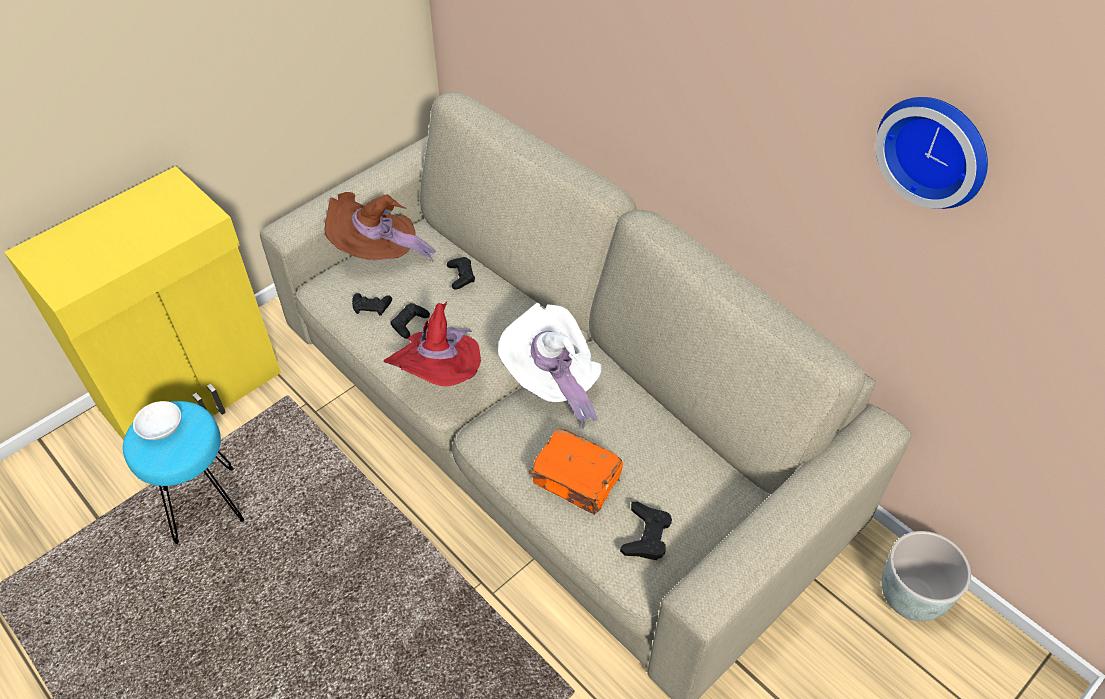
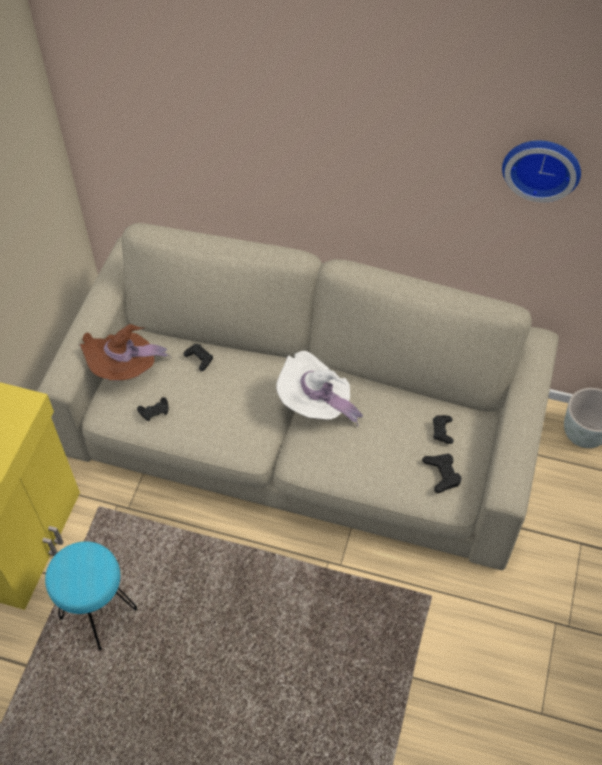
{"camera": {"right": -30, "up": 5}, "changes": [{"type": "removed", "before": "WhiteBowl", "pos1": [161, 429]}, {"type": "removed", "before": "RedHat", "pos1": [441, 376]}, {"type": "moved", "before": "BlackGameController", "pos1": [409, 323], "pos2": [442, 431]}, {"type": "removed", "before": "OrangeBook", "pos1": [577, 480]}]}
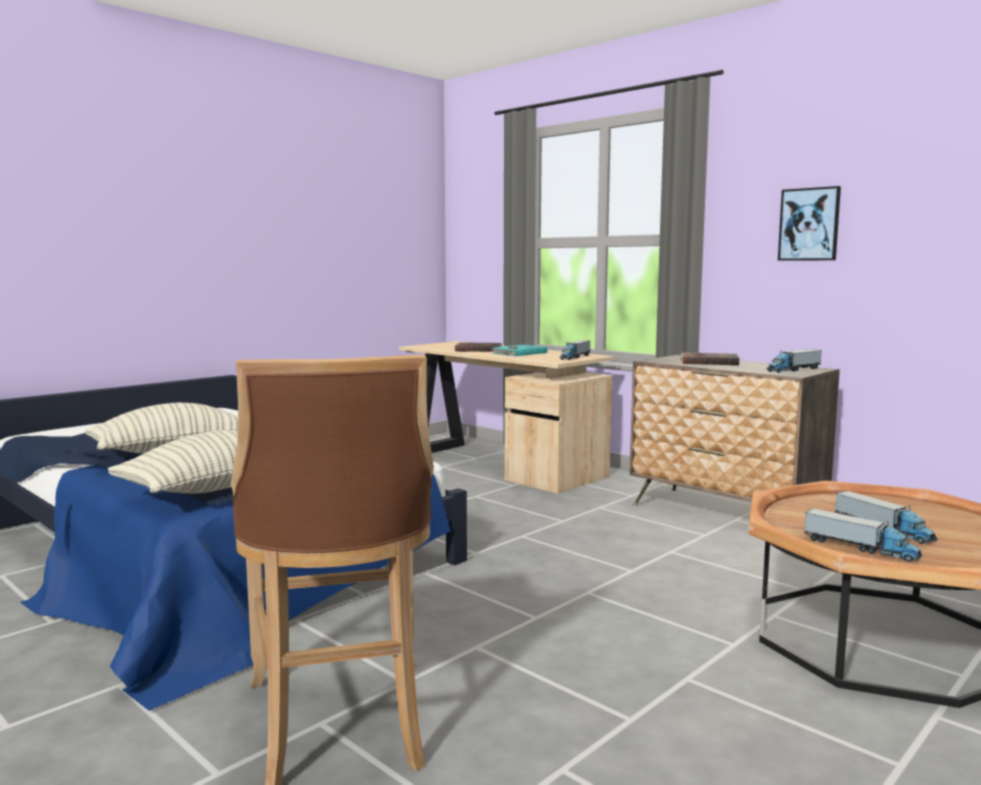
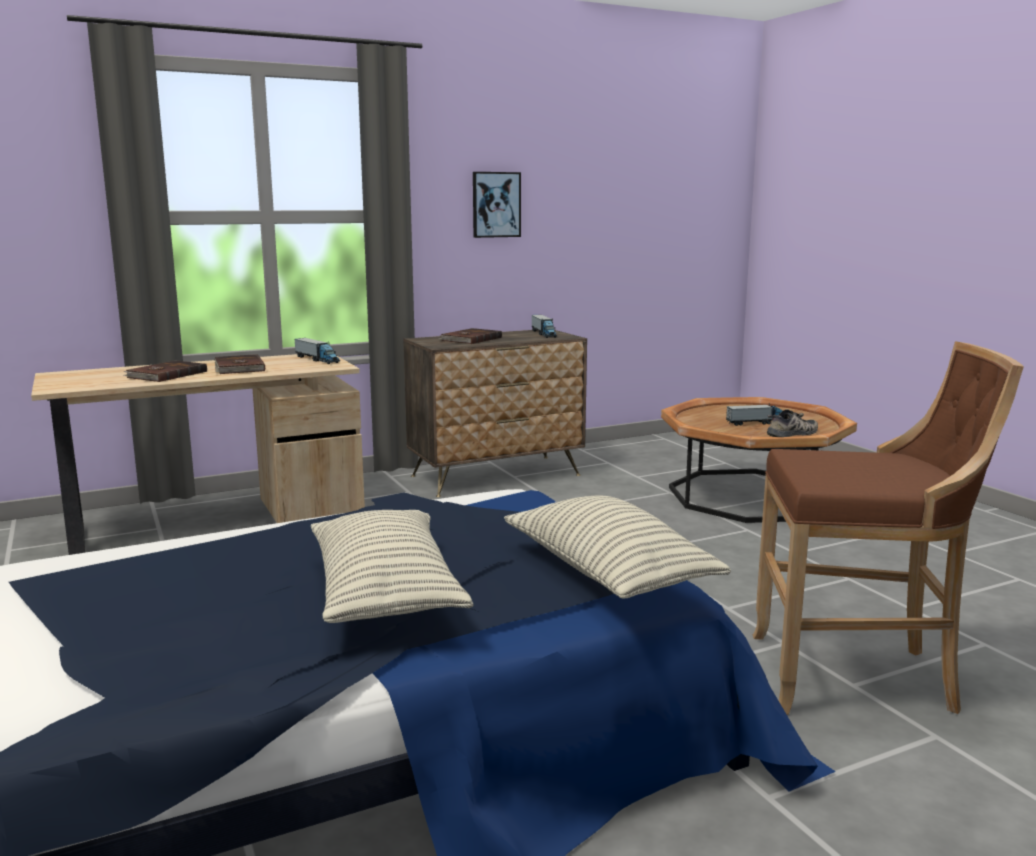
{"camera": {"right": -70, "up": 5}, "changes": [{"type": "recoloured", "before": "TurquoiseBook", "after": "BrownBook", "pos1": [518, 353], "pos2": [238, 368]}, {"type": "replaced", "before": "ToyTruck", "after": "Shoe", "pos1": [860, 548], "pos2": [793, 433]}]}
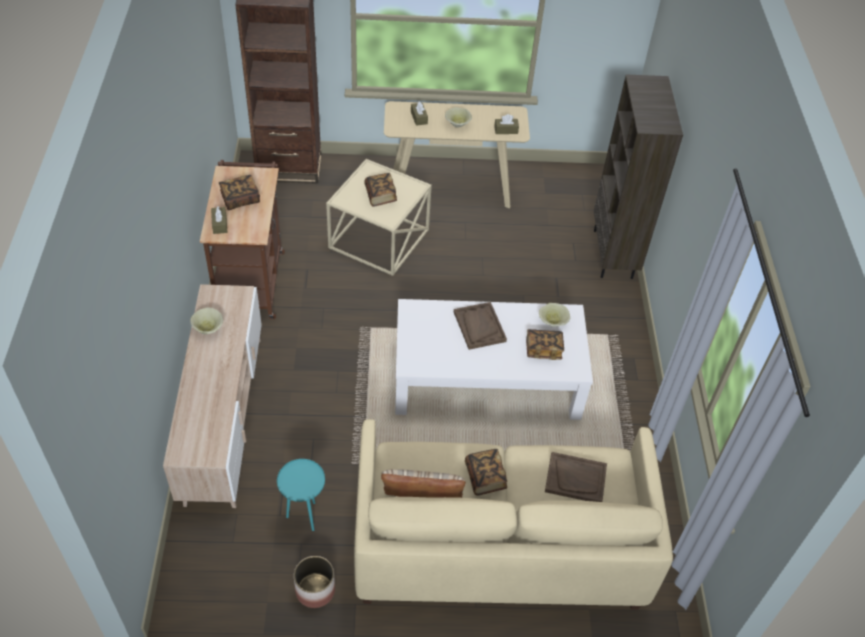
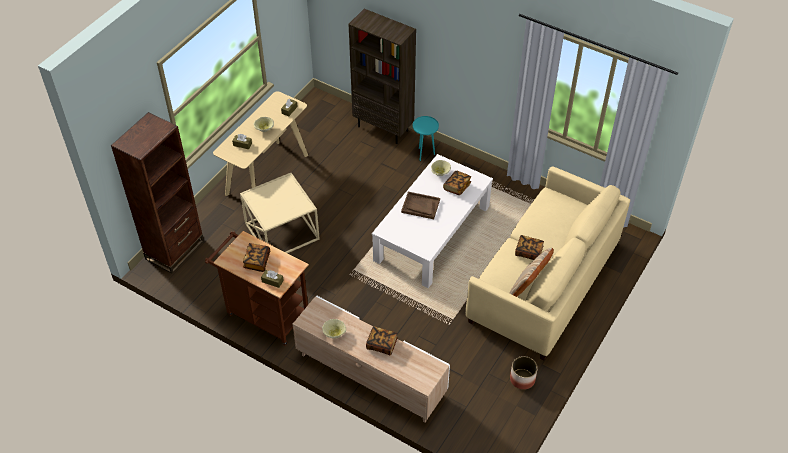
{"camera": {"right": -55, "up": 0}, "changes": [{"type": "moved", "before": "TurquoiseSideTable", "pos1": [304, 516], "pos2": [424, 154]}, {"type": "moved", "before": "Book", "pos1": [380, 196], "pos2": [382, 345]}, {"type": "removed", "before": "BrownTray", "pos1": [575, 478]}]}
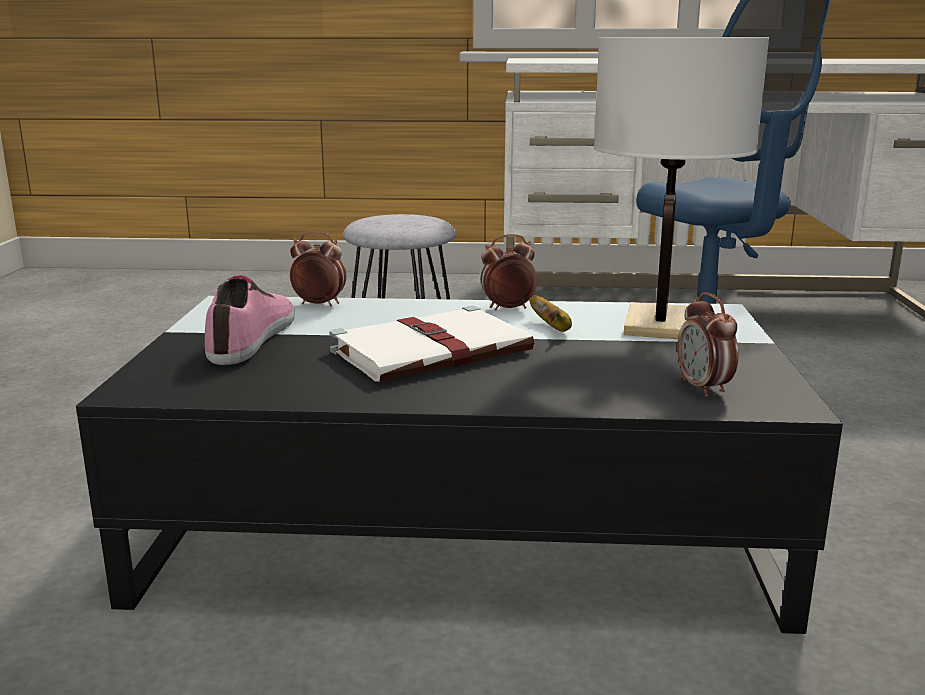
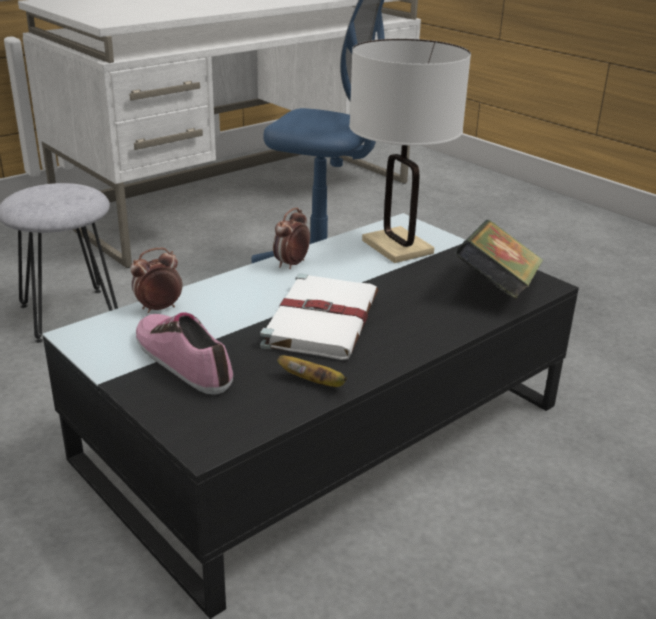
{"camera": {"right": -45, "up": 10}, "changes": [{"type": "moved", "before": "Banana", "pos1": [552, 328], "pos2": [315, 383]}, {"type": "replaced", "before": "AlarmClock", "after": "Book", "pos1": [704, 388], "pos2": [496, 289]}]}
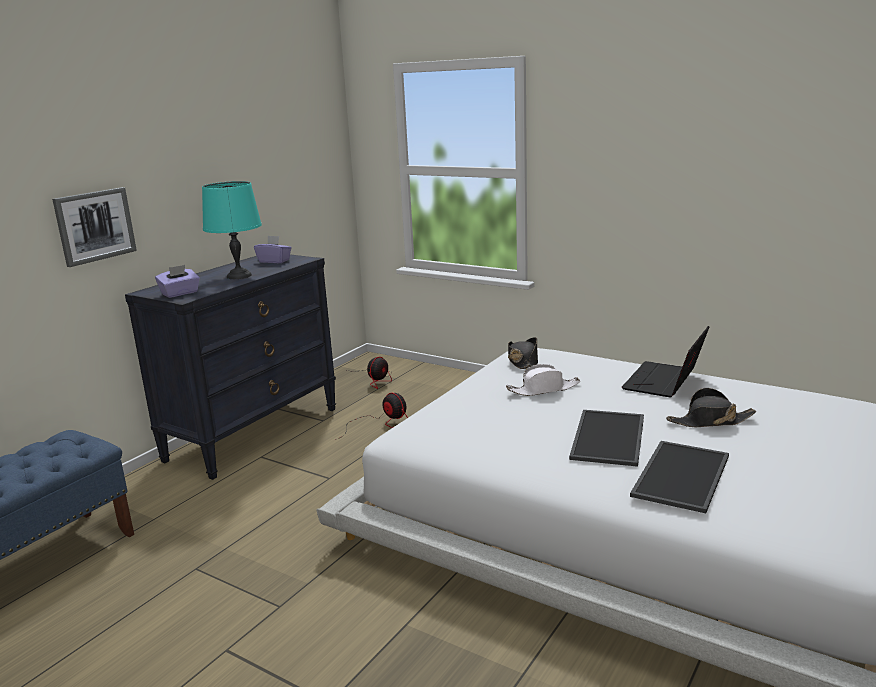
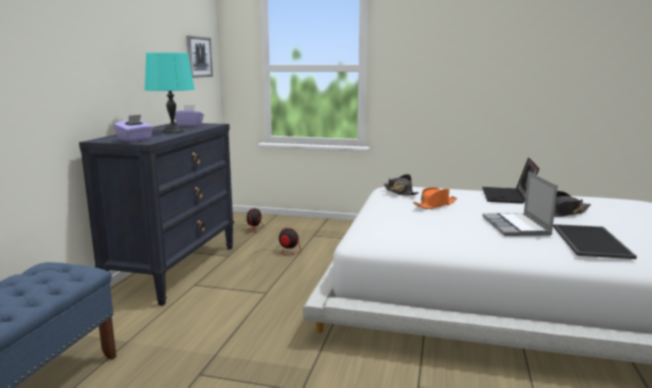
{"camera": {"right": -20, "up": -5}, "changes": [{"type": "moved", "before": "Picture", "pos1": [95, 226], "pos2": [198, 57]}, {"type": "recoloured", "before": "WhiteHat", "after": "OrangeHat", "pos1": [543, 389], "pos2": [435, 205]}, {"type": "replaced", "before": "Tray", "after": "Laptop", "pos1": [610, 438], "pos2": [517, 226]}]}
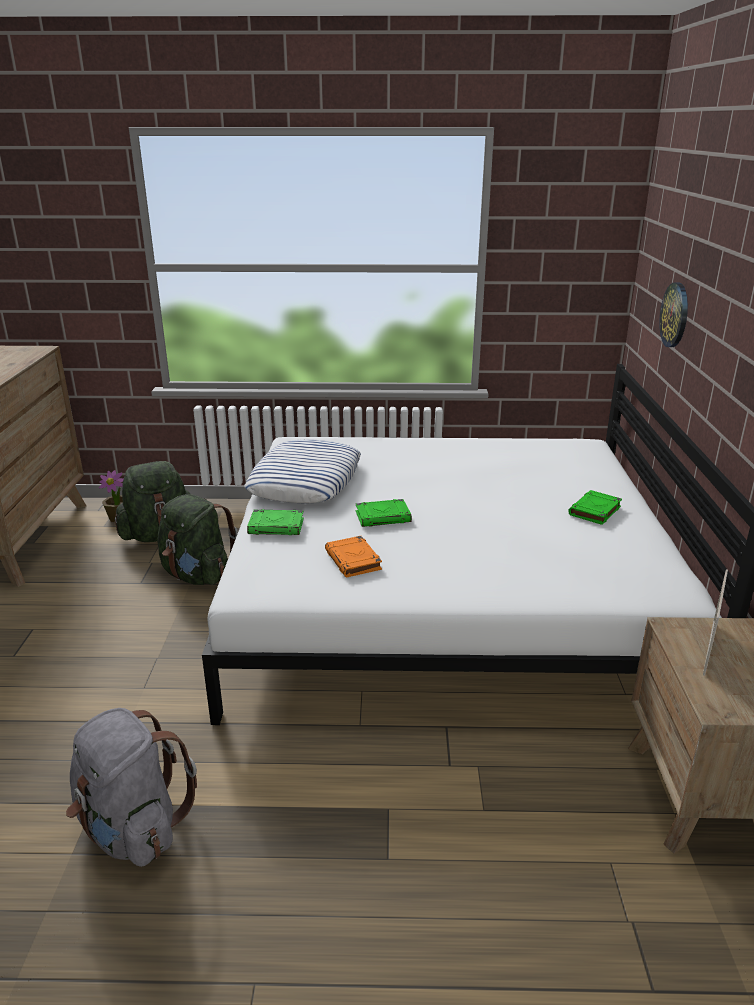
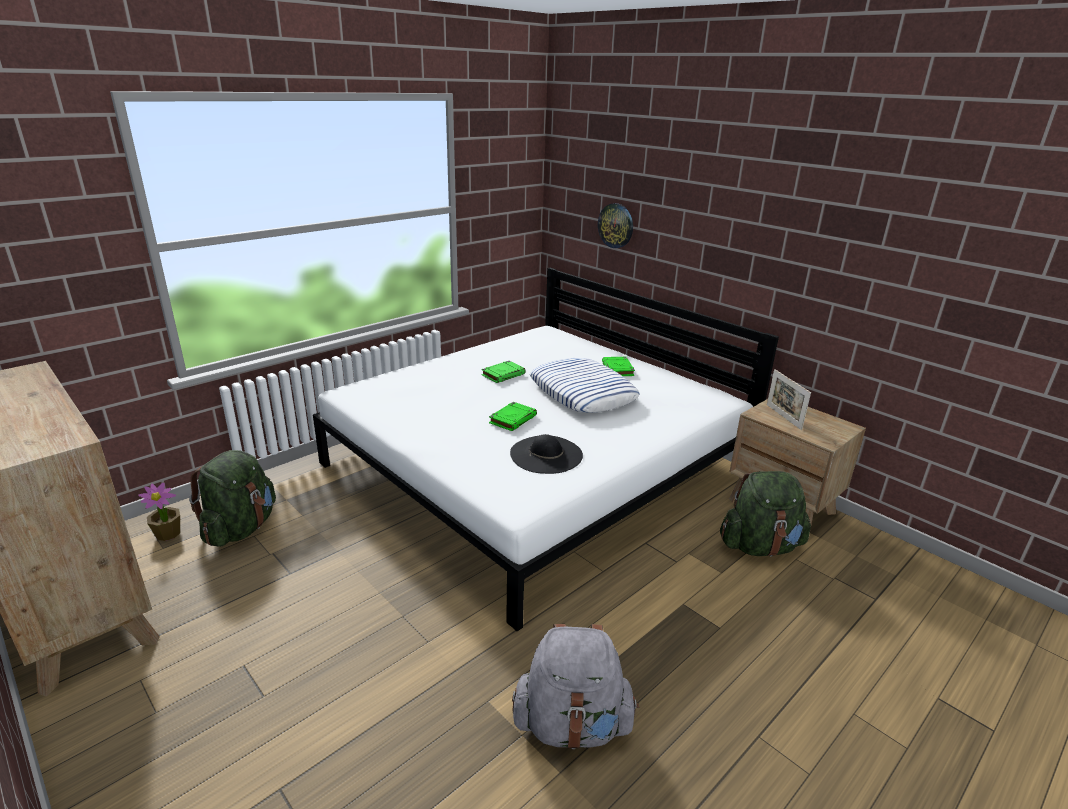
{"camera": {"right": -45, "up": 0}, "changes": [{"type": "moved", "before": "GreenBackpack", "pos1": [197, 575], "pos2": [760, 546]}, {"type": "moved", "before": "Pillow", "pos1": [305, 481], "pos2": [582, 393]}, {"type": "moved", "before": "GreenBook", "pos1": [277, 526], "pos2": [503, 374]}, {"type": "replaced", "before": "OrangeBook", "after": "BlackHat", "pos1": [353, 561], "pos2": [546, 454]}]}
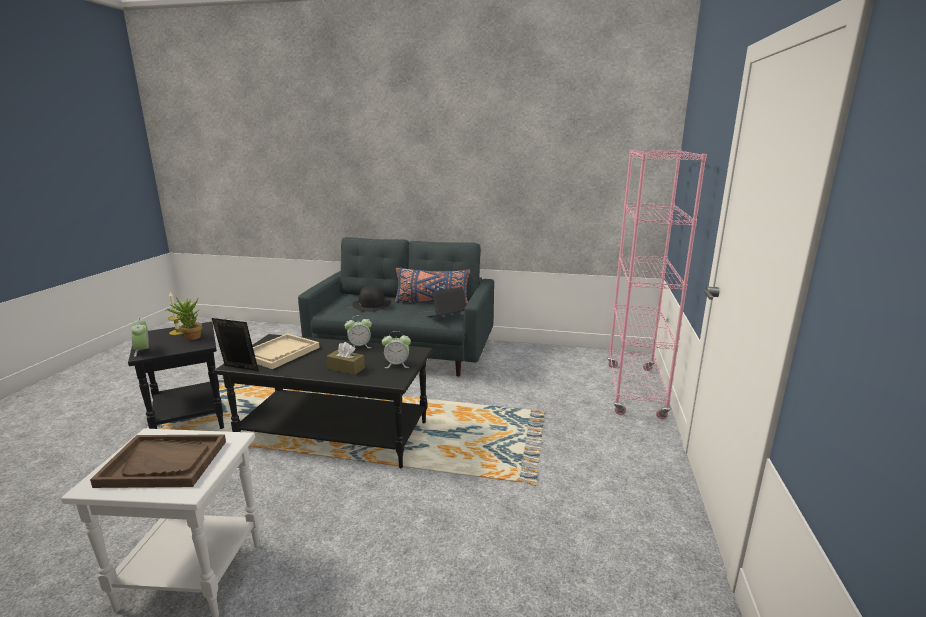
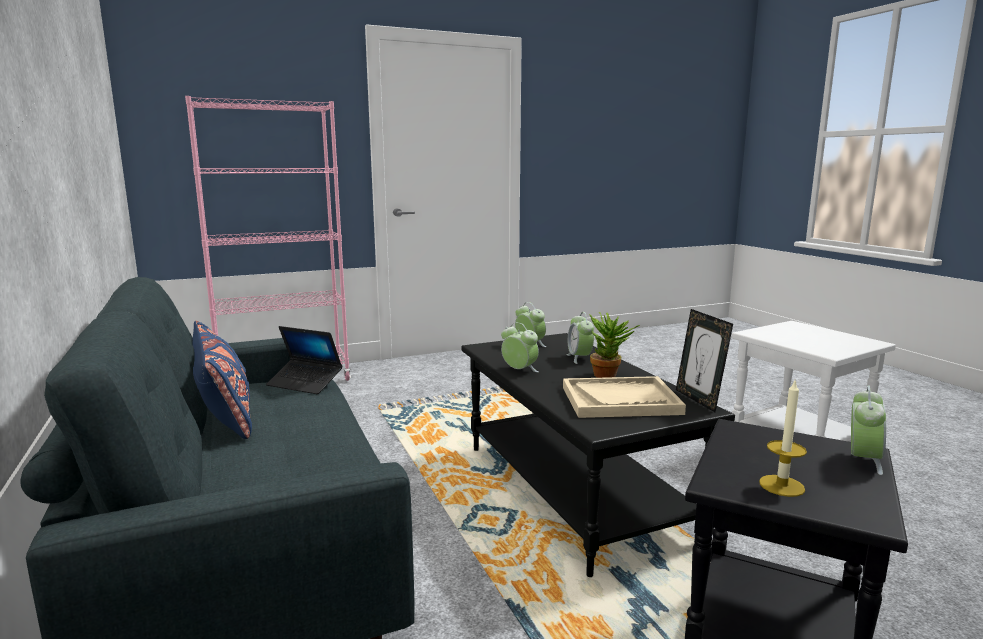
{"camera": {"right": -125, "up": -5}, "changes": [{"type": "removed", "before": "BrownTray", "pos1": [164, 463]}, {"type": "moved", "before": "PottedPlant", "pos1": [189, 338], "pos2": [609, 376]}, {"type": "replaced", "before": "BrownTissueBox", "after": "AlarmClock", "pos1": [346, 368], "pos2": [579, 358]}, {"type": "removed", "before": "BlackHat", "pos1": [371, 304]}]}
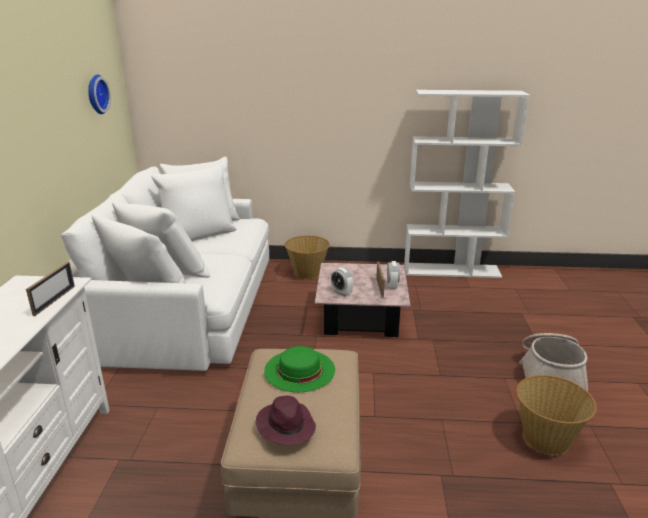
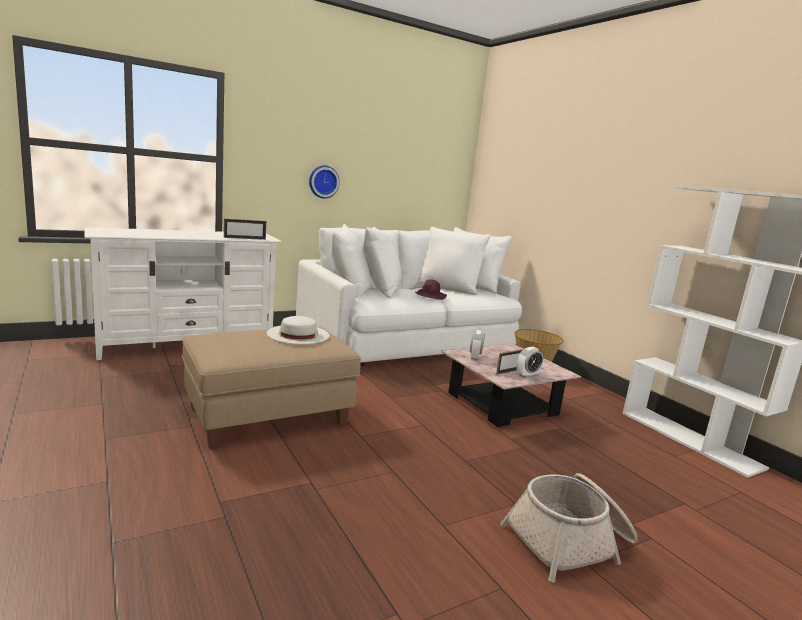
{"camera": {"right": 55, "up": -10}, "changes": [{"type": "moved", "before": "WallClock", "pos1": [96, 94], "pos2": [323, 181]}, {"type": "moved", "before": "PurpleHat", "pos1": [285, 426], "pos2": [430, 296]}, {"type": "recoloured", "before": "GreenHat", "after": "WhiteHat", "pos1": [299, 370], "pos2": [298, 334]}, {"type": "removed", "before": "Basket", "pos1": [546, 438]}]}
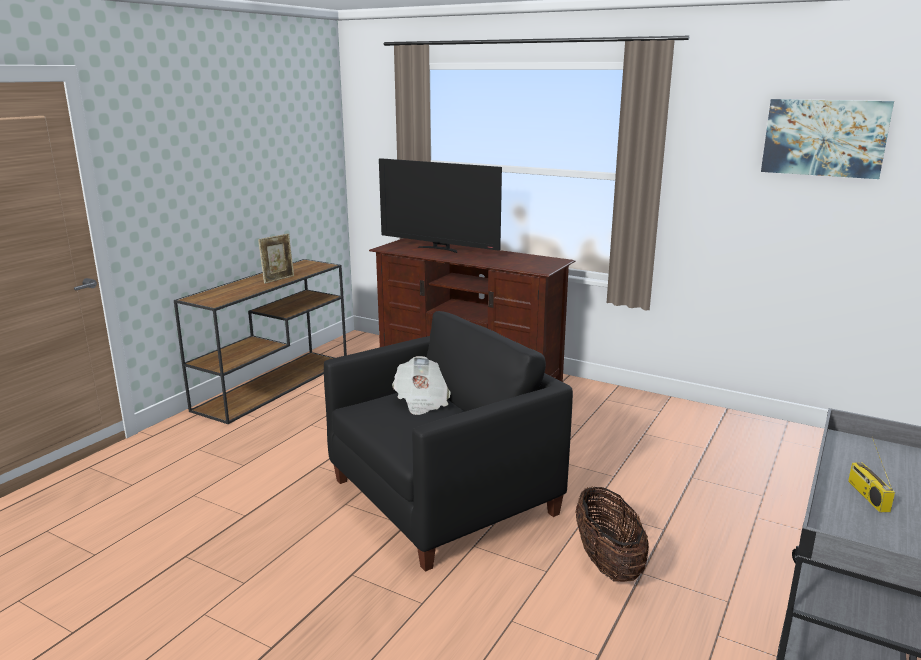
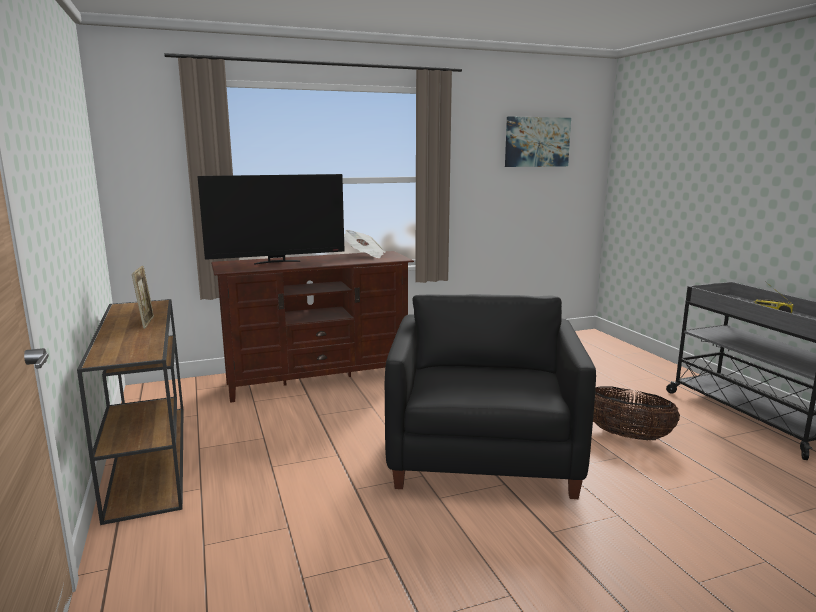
{"camera": {"right": -50, "up": -5}, "changes": [{"type": "moved", "before": "Newspaper", "pos1": [422, 401], "pos2": [365, 255]}]}
